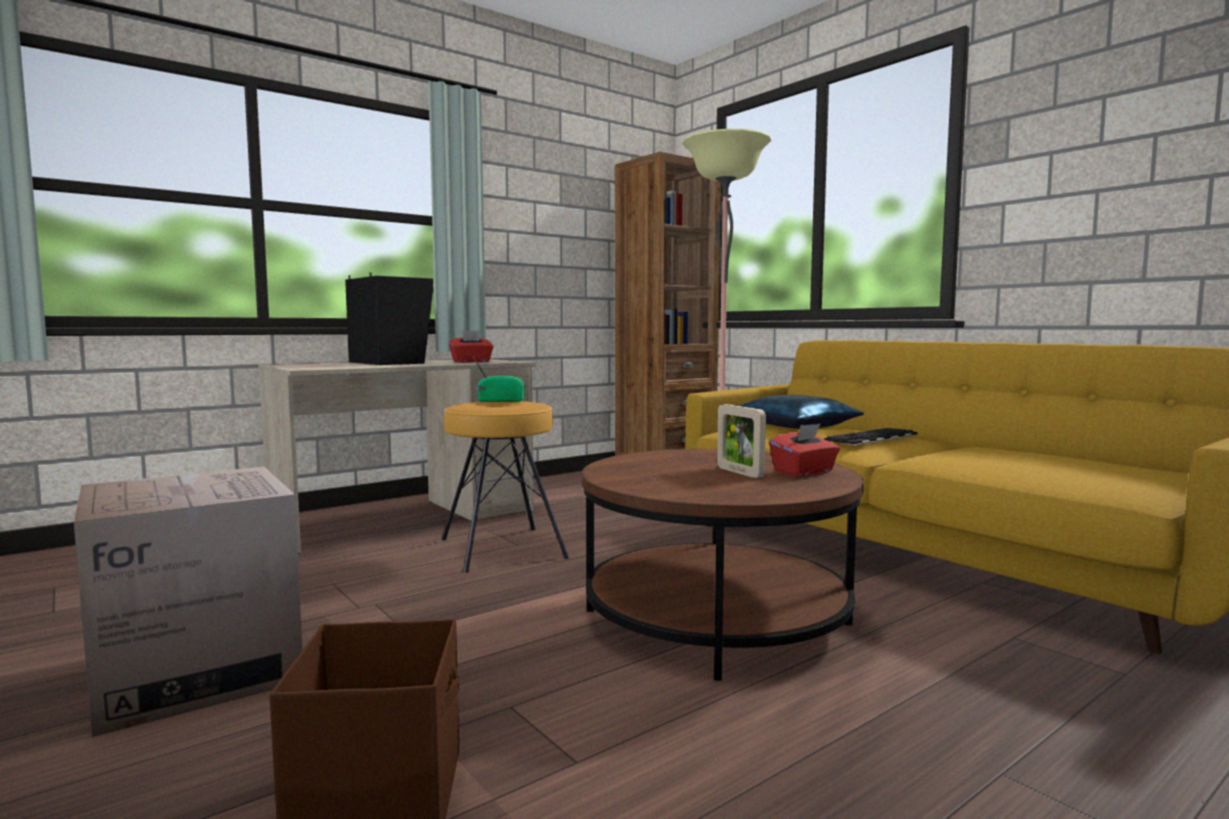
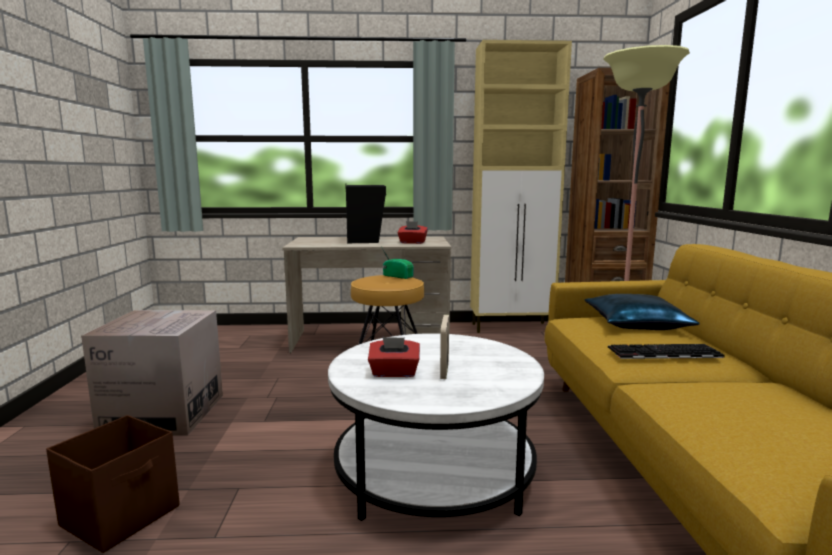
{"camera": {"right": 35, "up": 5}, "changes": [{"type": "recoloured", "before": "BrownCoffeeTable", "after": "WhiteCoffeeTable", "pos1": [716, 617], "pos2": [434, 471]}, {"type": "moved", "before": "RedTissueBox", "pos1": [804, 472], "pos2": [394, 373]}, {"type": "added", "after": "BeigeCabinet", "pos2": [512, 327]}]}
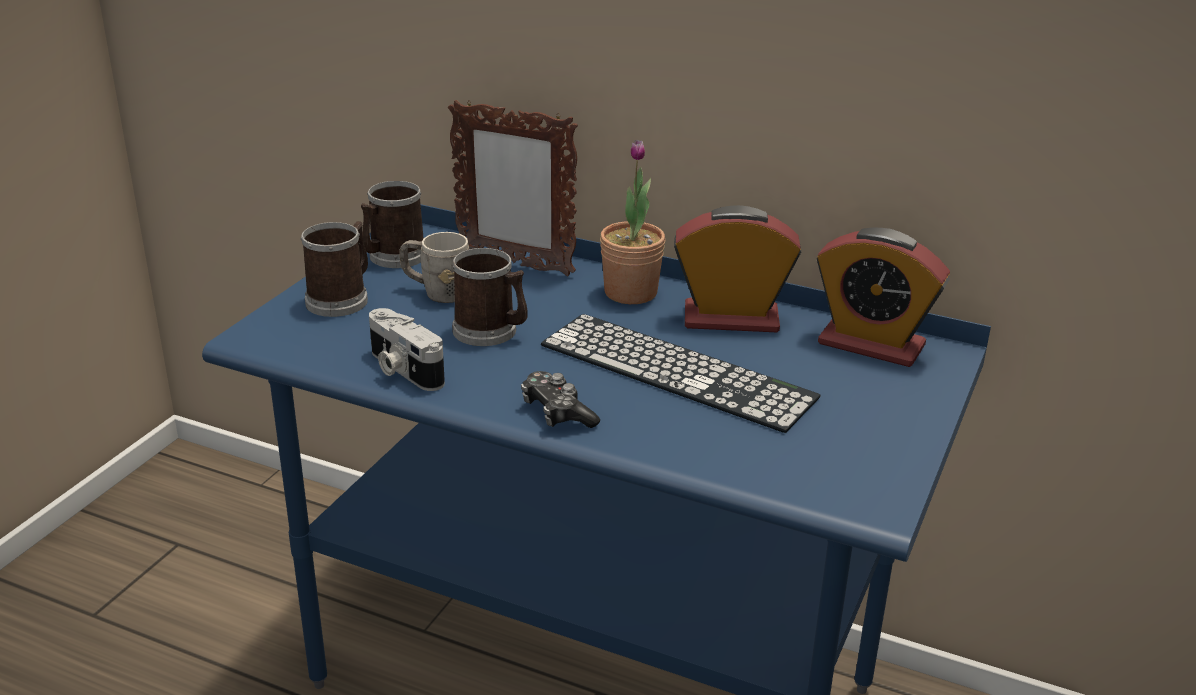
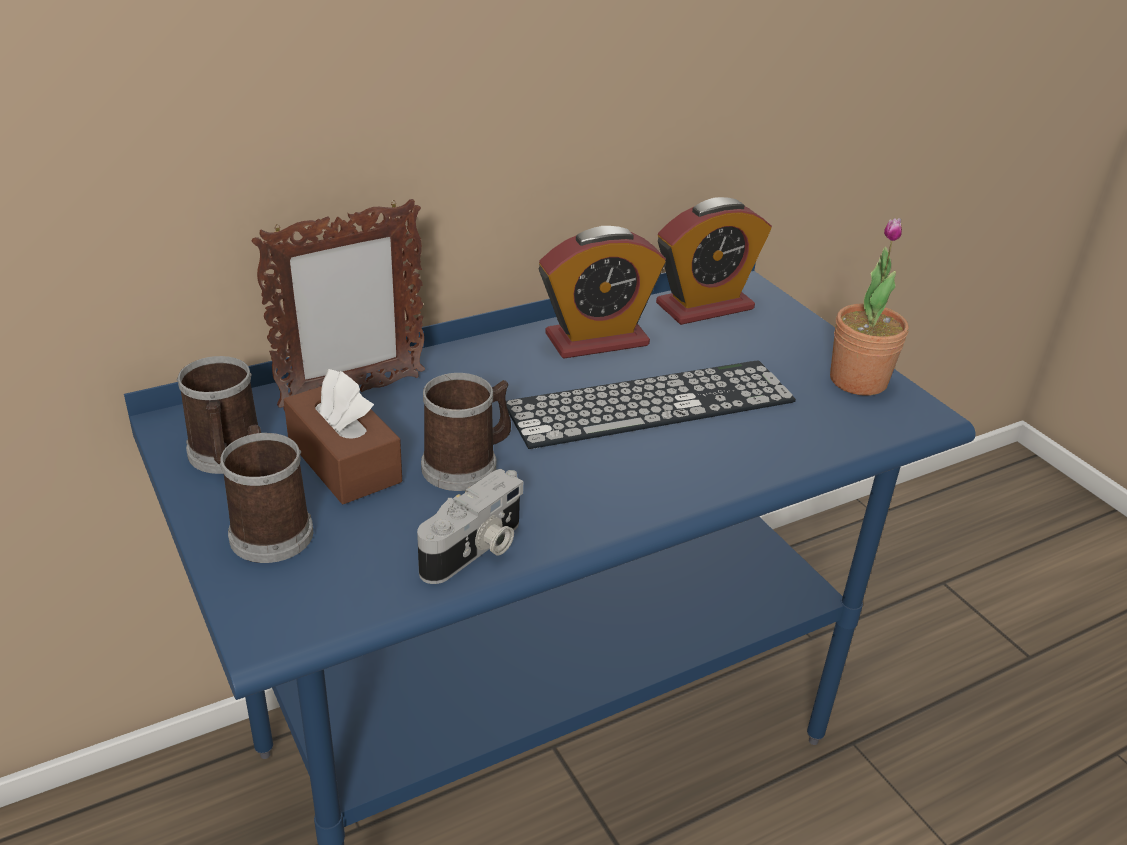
{"camera": {"right": -55, "up": 5}, "changes": [{"type": "turned", "before": "PhotoCamera", "pos1": [402, 369], "pos2": [475, 550], "turn": -45}, {"type": "replaced", "before": "GreyMug", "after": "BrownTissueBox", "pos1": [437, 292], "pos2": [344, 461]}, {"type": "removed", "before": "GameController", "pos1": [557, 412]}, {"type": "moved", "before": "PottedPlant", "pos1": [630, 292], "pos2": [858, 380]}, {"type": "turned", "before": "AlarmClock", "pos1": [731, 319], "pos2": [597, 340], "turn": -150}]}
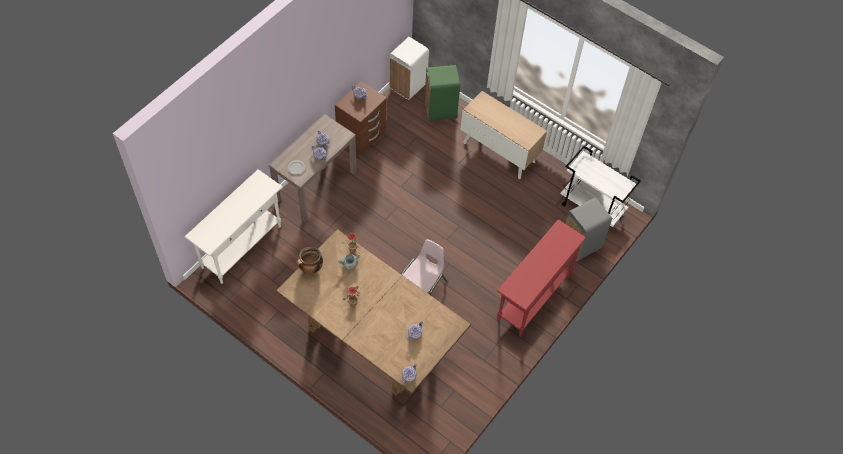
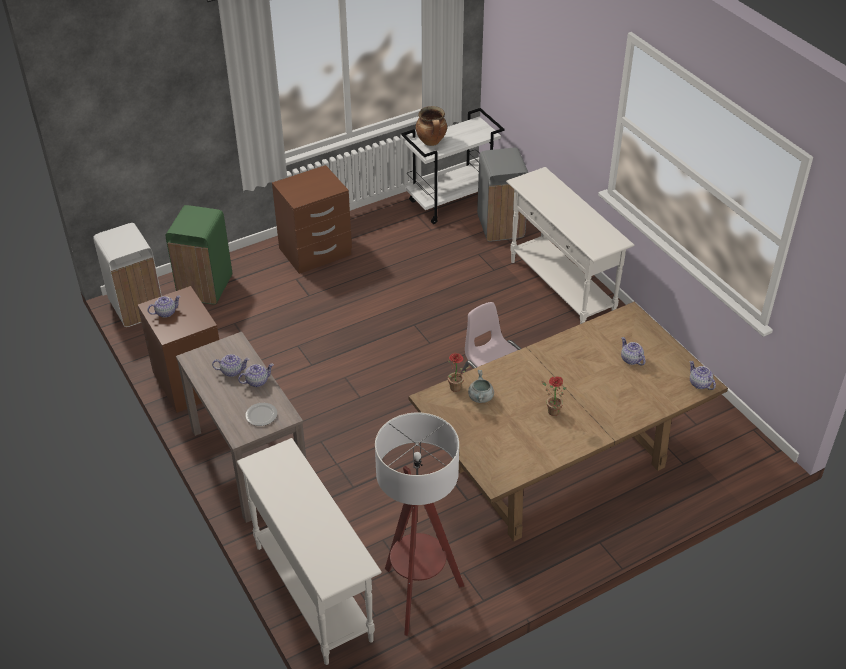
{"camera": {"right": -65, "up": -15}, "changes": [{"type": "moved", "before": "CookingPot", "pos1": [310, 269], "pos2": [431, 142]}, {"type": "replaced", "before": "Cabinet", "after": "BrownNightstand", "pos1": [499, 152], "pos2": [315, 252]}, {"type": "recoloured", "before": "RedConsoleTable", "after": "WhiteConsoleTable", "pos1": [533, 298], "pos2": [561, 289]}, {"type": "added", "after": "FloorLamp", "pos2": [418, 595]}]}
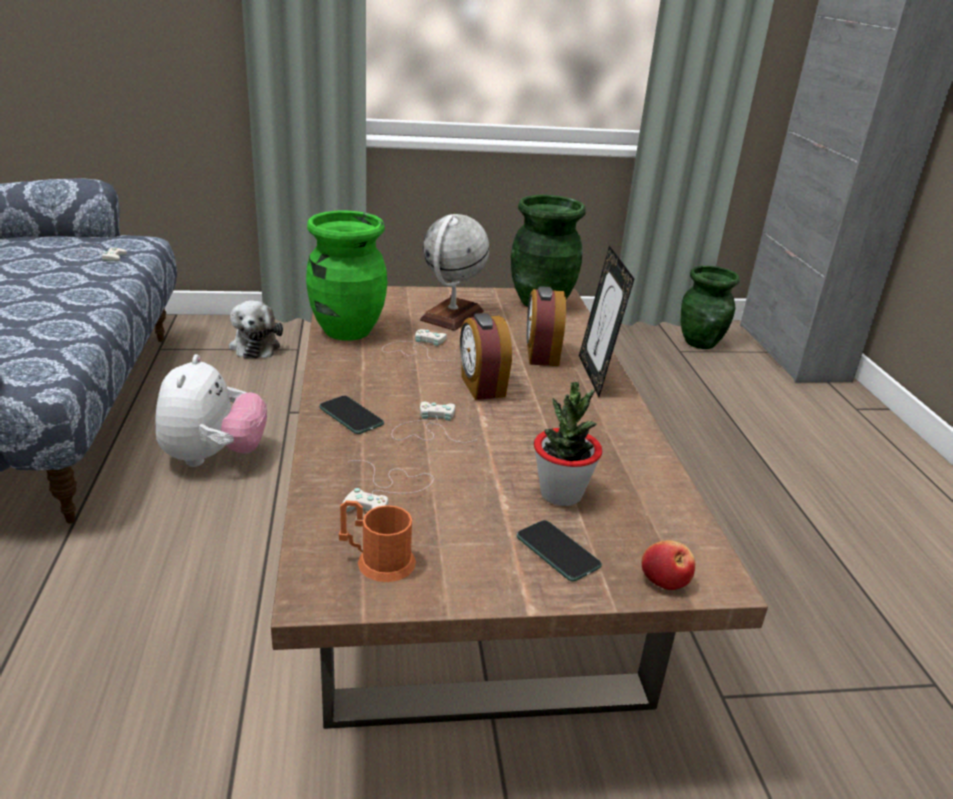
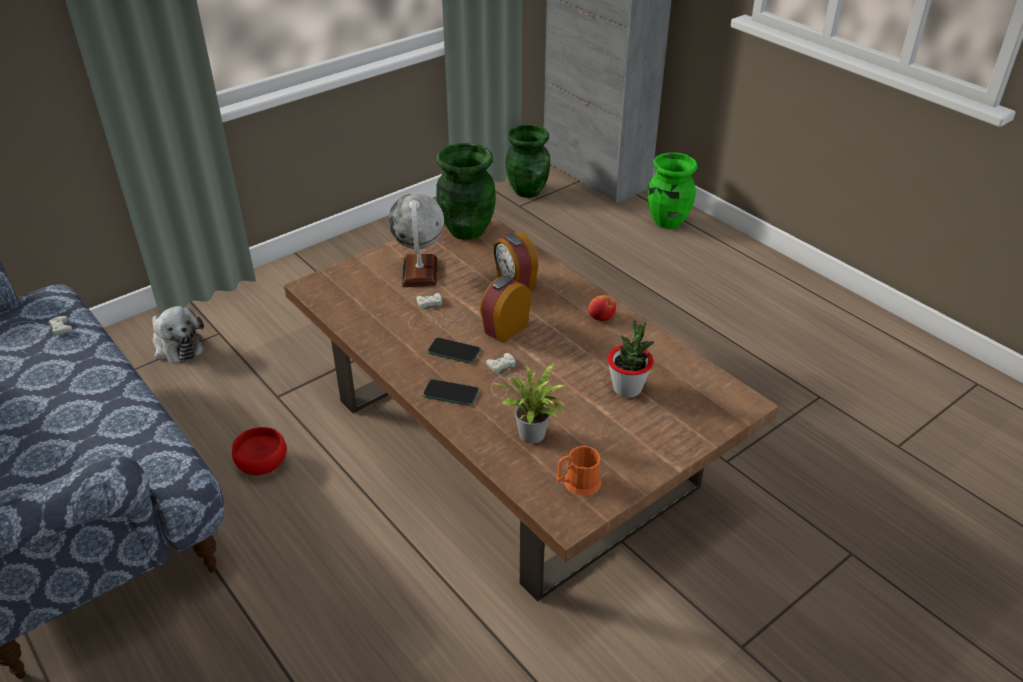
{"camera": {"right": -30, "up": 10}, "changes": [{"type": "replaced", "before": "PlushToy", "after": "RedBowl", "pos1": [213, 457], "pos2": [261, 464]}, {"type": "moved", "before": "GreenVase", "pos1": [347, 330], "pos2": [667, 221]}, {"type": "replaced", "before": "WhiteGameController", "after": "PottedPlant", "pos1": [386, 491], "pos2": [533, 437]}, {"type": "turned", "before": "AlarmClock", "pos1": [481, 387], "pos2": [505, 329], "turn": 90}, {"type": "moved", "before": "Phone", "pos1": [557, 551], "pos2": [454, 351]}, {"type": "removed", "before": "PictureFrame", "pos1": [595, 375]}, {"type": "moved", "before": "Apple", "pos1": [665, 580], "pos2": [601, 316]}]}
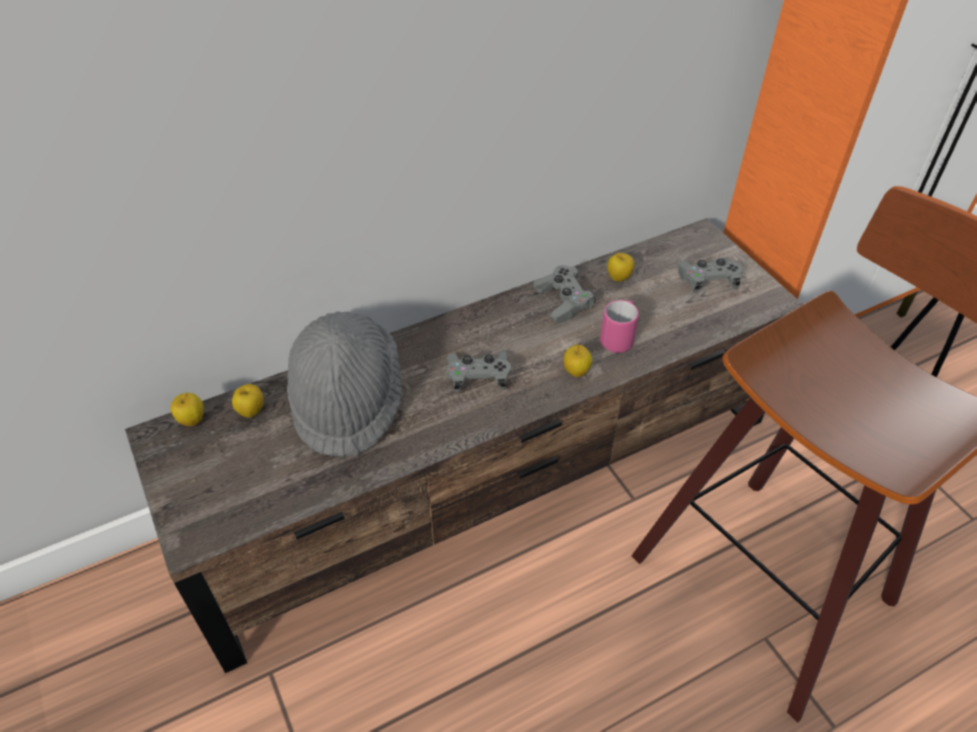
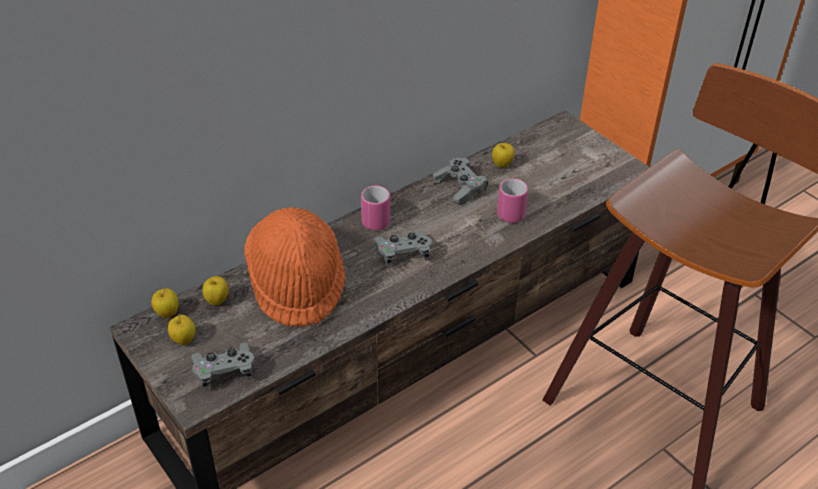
{"camera": {"right": -10, "up": -5}, "changes": [{"type": "recoloured", "before": "GreyHat", "after": "OrangeHat", "pos1": [347, 401], "pos2": [297, 283]}, {"type": "moved", "before": "Apple", "pos1": [576, 372], "pos2": [184, 340]}, {"type": "moved", "before": "GreyGameController", "pos1": [707, 281], "pos2": [224, 372]}, {"type": "added", "after": "PinkMug", "pos2": [376, 218]}]}
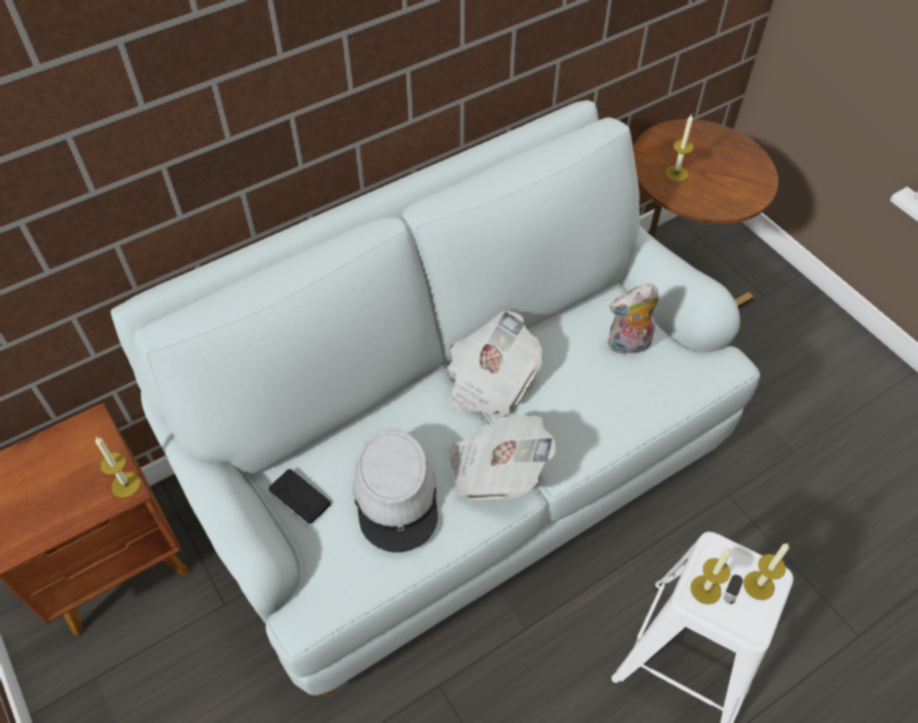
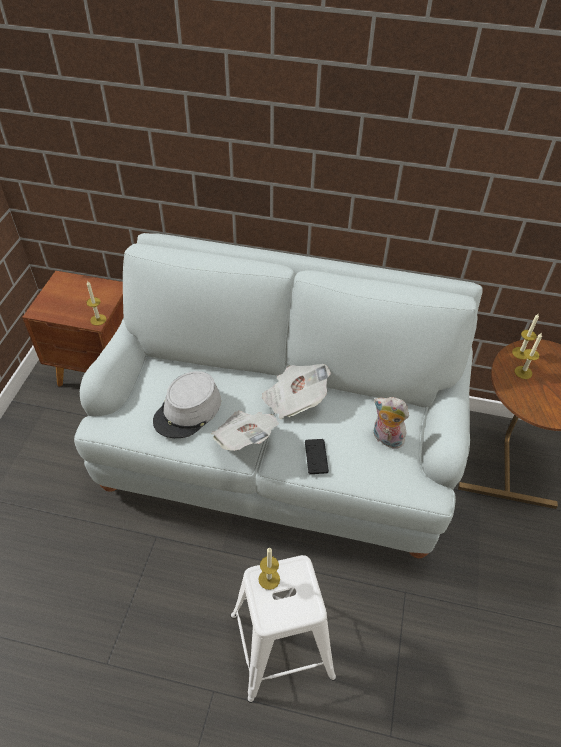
{"camera": {"right": 45, "up": -5}, "changes": [{"type": "moved", "before": "BlackGameController", "pos1": [300, 496], "pos2": [316, 457]}, {"type": "moved", "before": "Candle", "pos1": [758, 585], "pos2": [520, 353]}]}
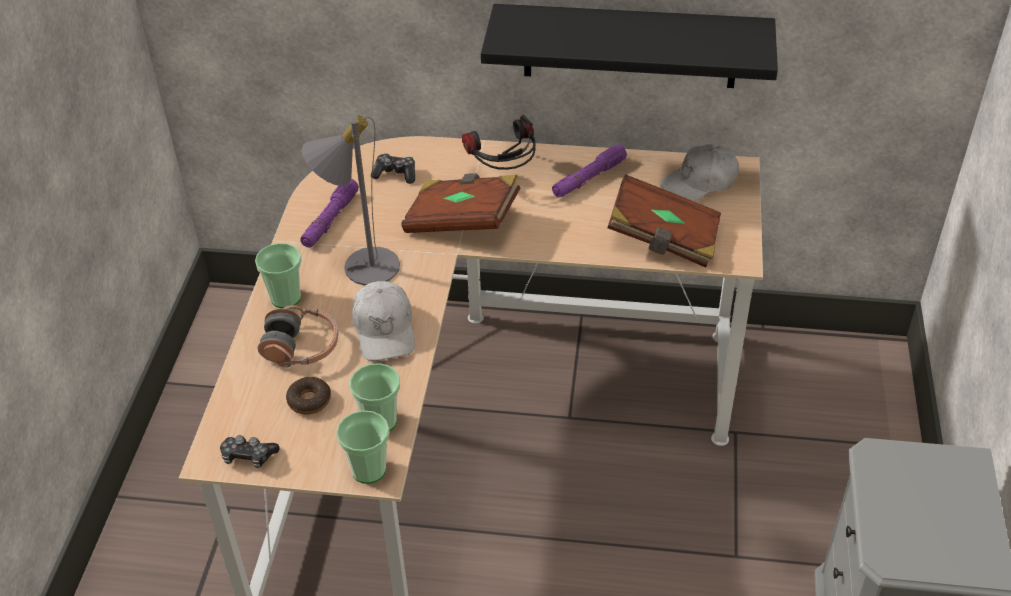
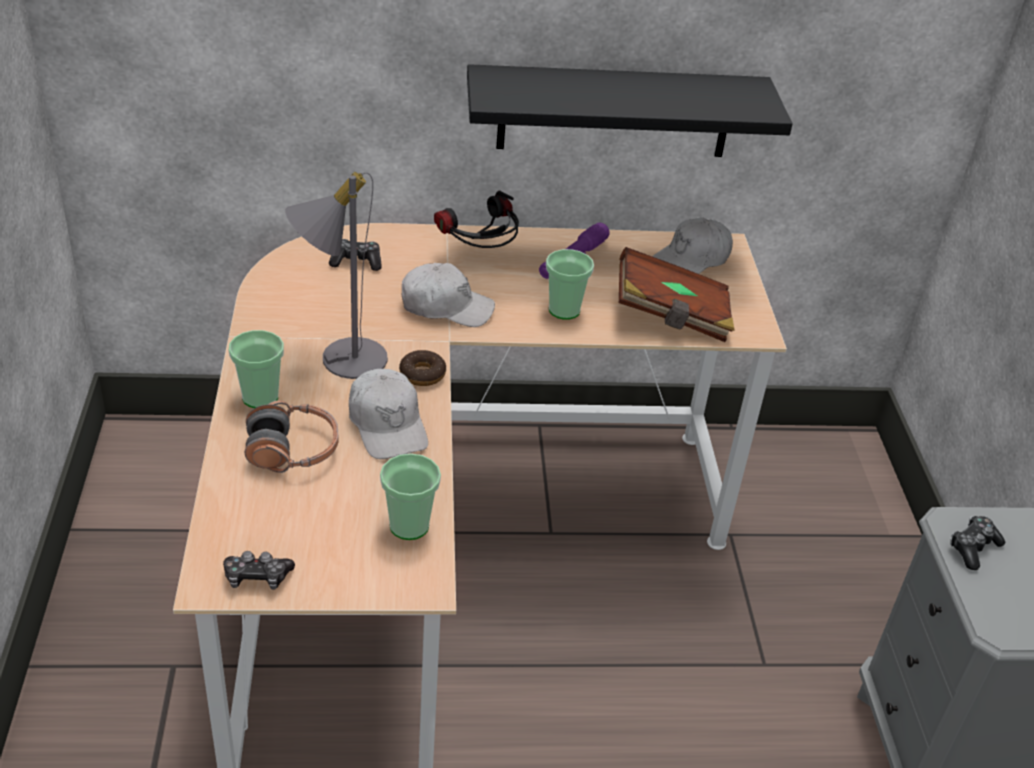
{"camera": {"right": -15, "up": -5}, "changes": [{"type": "moved", "before": "Donut", "pos1": [309, 400], "pos2": [422, 374]}, {"type": "removed", "before": "PurpleFlashlight", "pos1": [330, 220]}, {"type": "moved", "before": "Cup", "pos1": [368, 470], "pos2": [564, 310]}, {"type": "replaced", "before": "BrownBook", "after": "WhiteCap", "pos1": [462, 221], "pos2": [446, 307]}, {"type": "added", "after": "GameController", "pos2": [973, 548]}]}
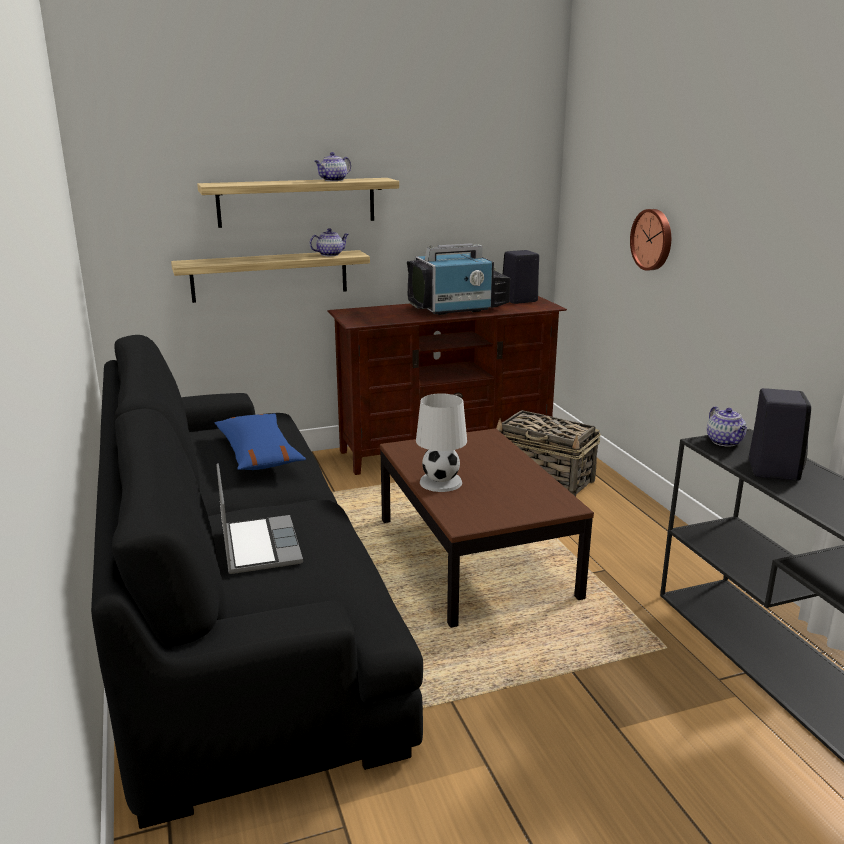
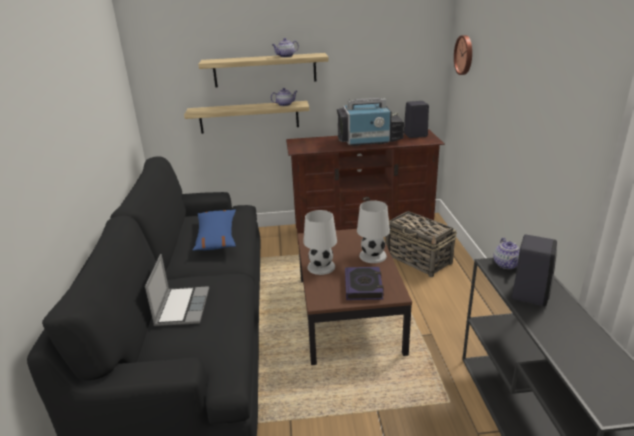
{"camera": {"right": 15, "up": 5}, "changes": [{"type": "moved", "before": "WallClock", "pos1": [653, 239], "pos2": [465, 55]}, {"type": "added", "after": "Book", "pos2": [363, 286]}, {"type": "added", "after": "WhiteTableLamp", "pos2": [373, 256]}]}
